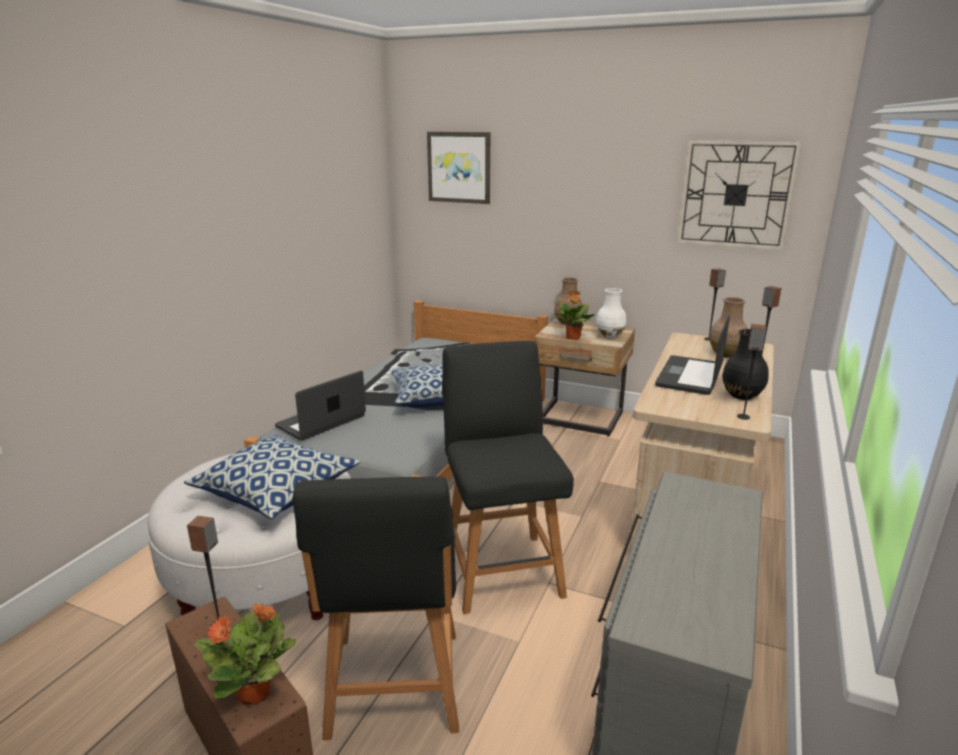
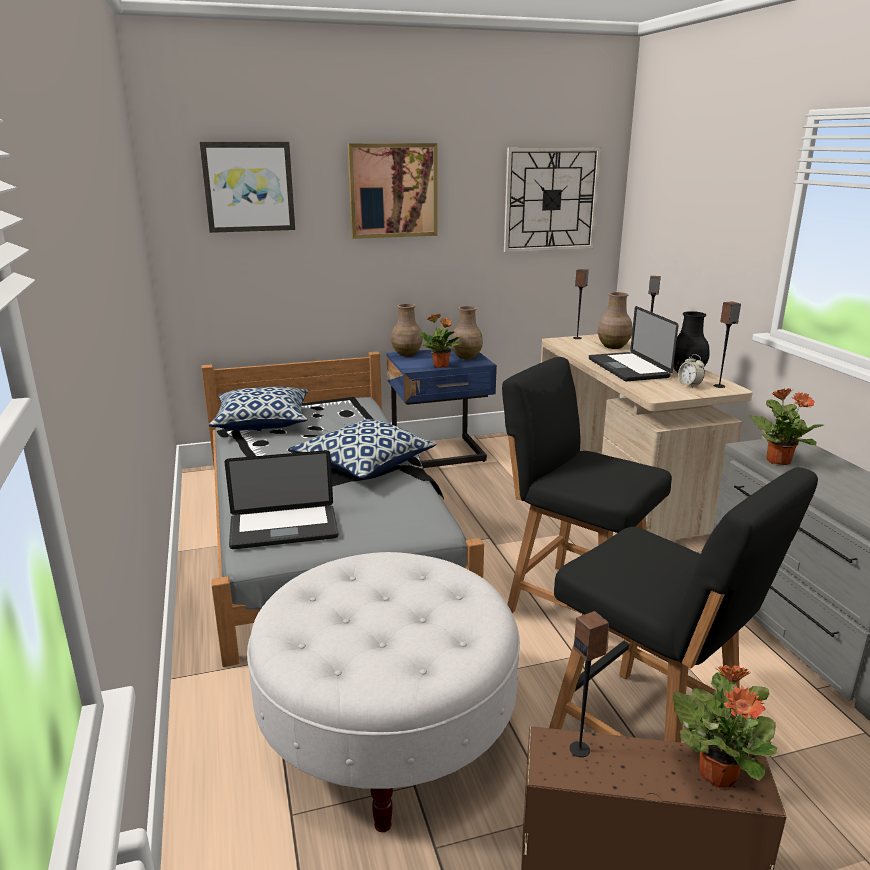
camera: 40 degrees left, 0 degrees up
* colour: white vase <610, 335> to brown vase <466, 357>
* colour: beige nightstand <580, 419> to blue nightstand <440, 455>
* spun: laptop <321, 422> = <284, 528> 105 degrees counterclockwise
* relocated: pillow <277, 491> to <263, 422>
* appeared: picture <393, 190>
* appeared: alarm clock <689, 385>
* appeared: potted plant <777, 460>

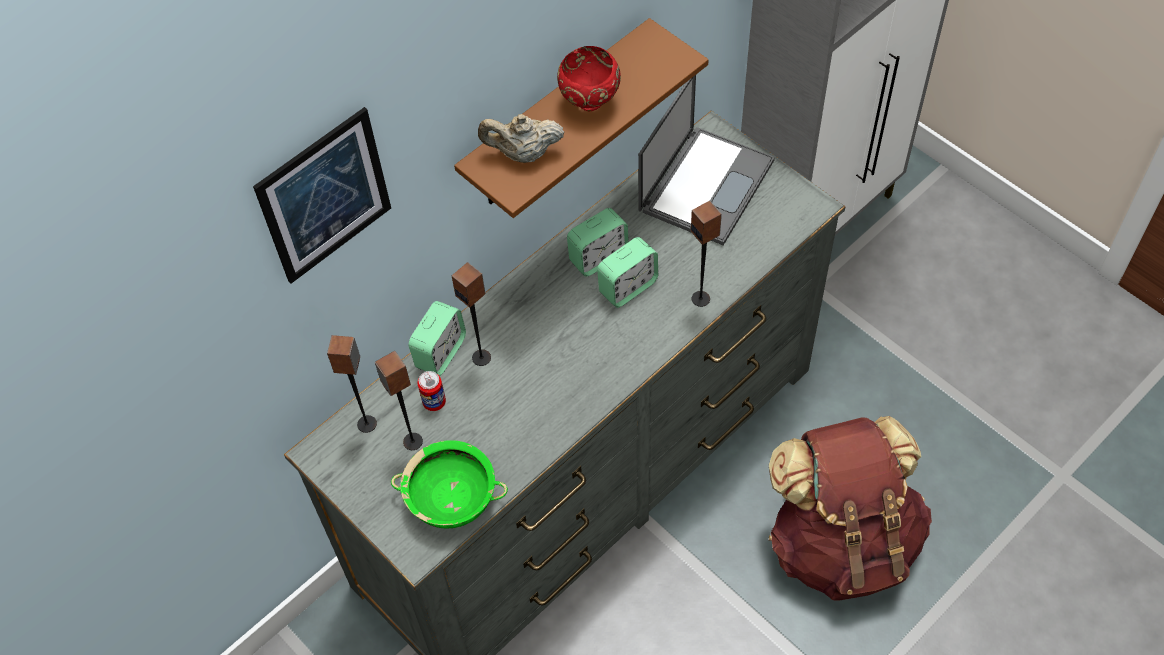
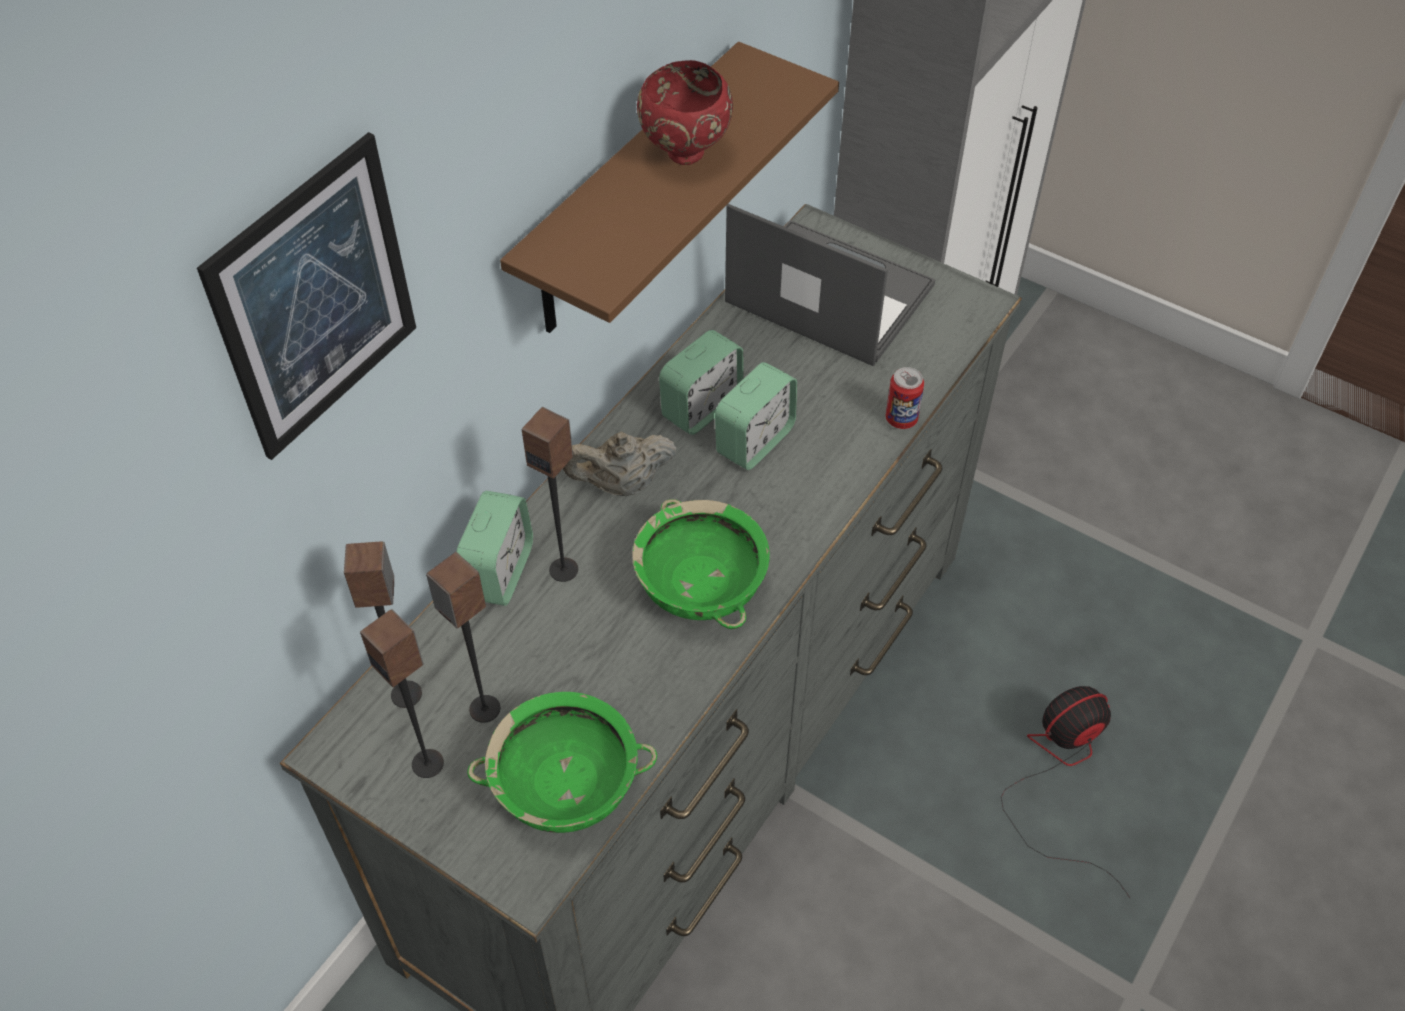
camera: 15 degrees left, 5 degrees down
* spun: laptop <706, 184> = <826, 293> 75 degrees counterclockwise
* relocated: beige teapot <523, 154> to <621, 484>
* relocated: speaker <701, 298> to <428, 763>
* relocated: can <434, 402> to <901, 419>
* exchanged: brown backpack <842, 542> to fan <1061, 773>
* appeared: green bowl <700, 585>

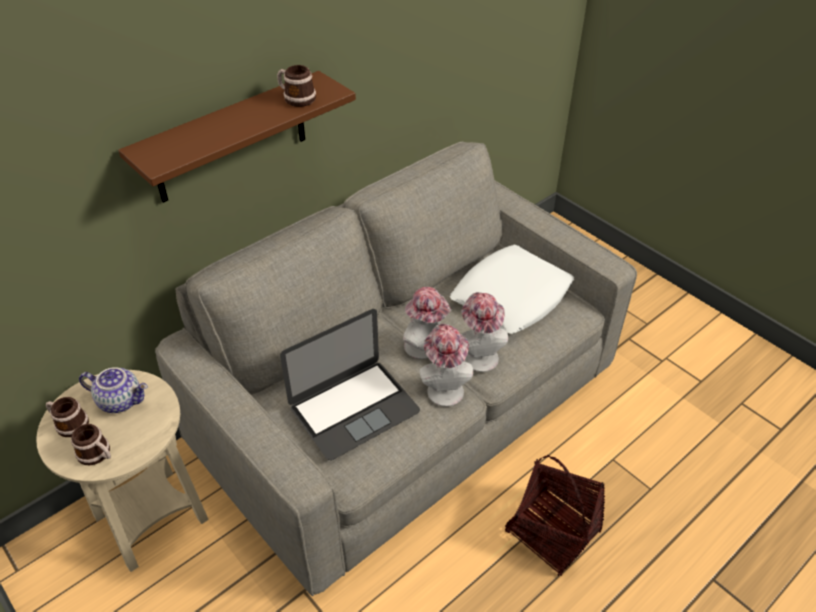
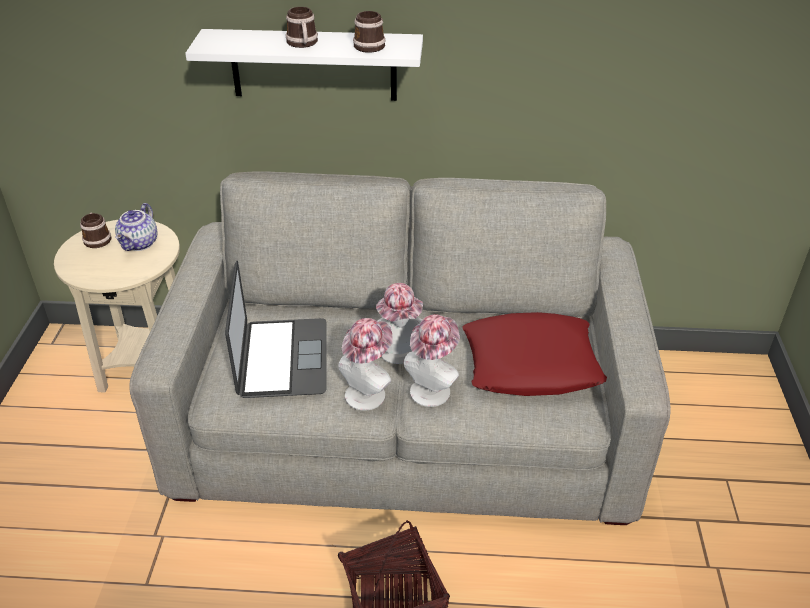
camera: 45 degrees right, 5 degrees down
* colour: brown shelf <231, 138> to white shelf <313, 65>
* colour: white pillow <511, 296> to red pillow <531, 363>
* spun: laptop <354, 408> = <282, 358> 105 degrees counterclockwise
* spun: teapot <121, 400> = <140, 244> 45 degrees clockwise
* relocated: mug <97, 455> to <303, 44>

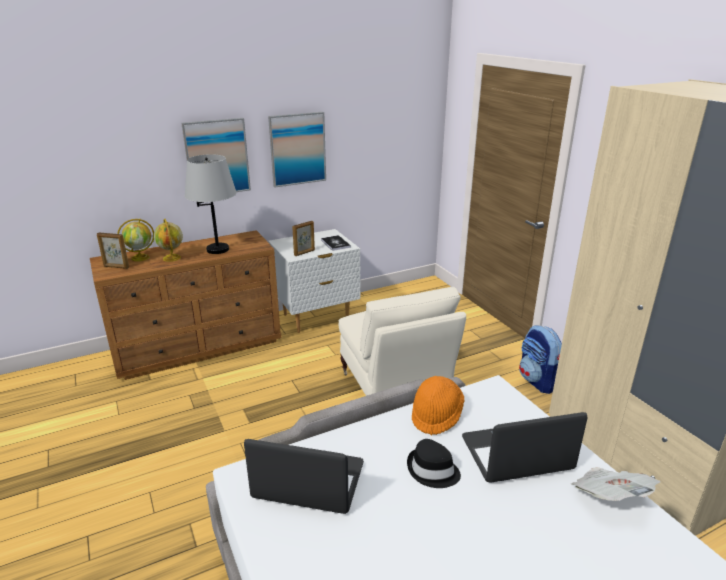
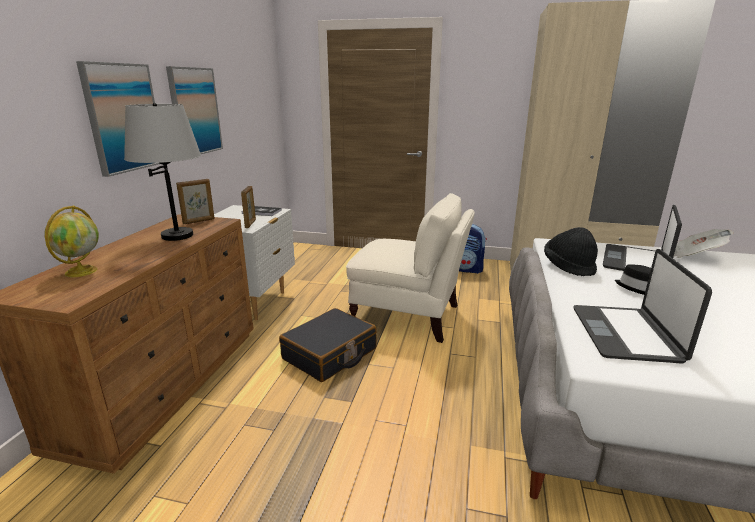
camera: 50 degrees left, 5 degrees down
* missing: globe <172, 258>
* relocated: picture frame <116, 267> to <199, 221>
* colour: orange hat <436, 415> to black hat <568, 266>
* spun: laptop <308, 482> = <626, 334> 45 degrees counterclockwise
* appeared: black suitcase <330, 354>

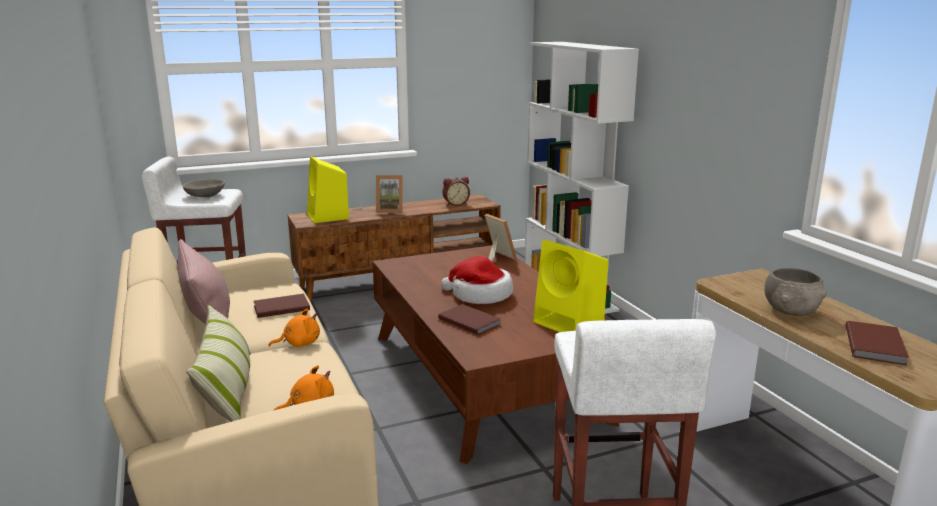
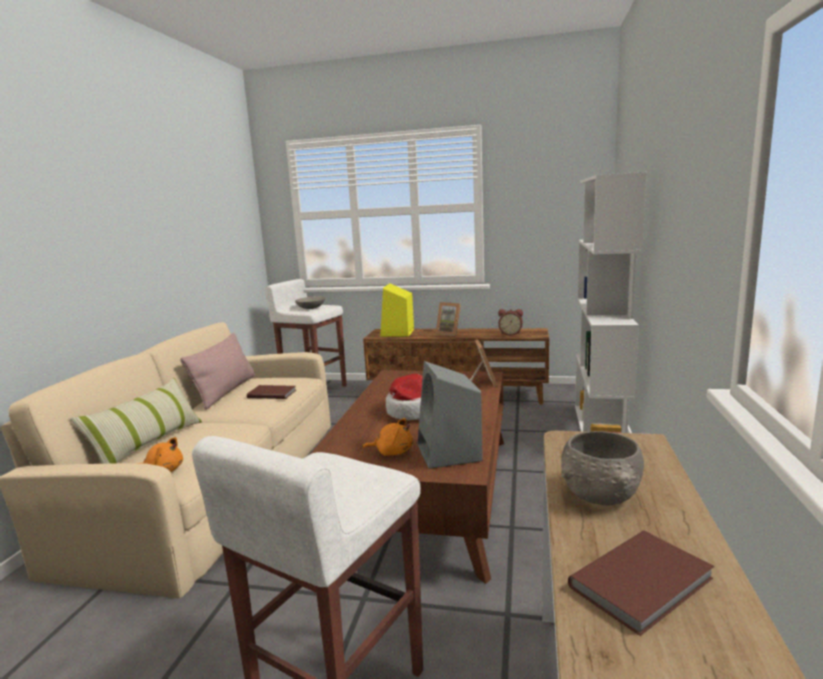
camera: 35 degrees right, 5 degrees down
* colour: yellow speaker <570, 322> to grey speaker <449, 453>
* missing: brown book <470, 321>
* relocated: orange plush toy <299, 343> to <392, 452>

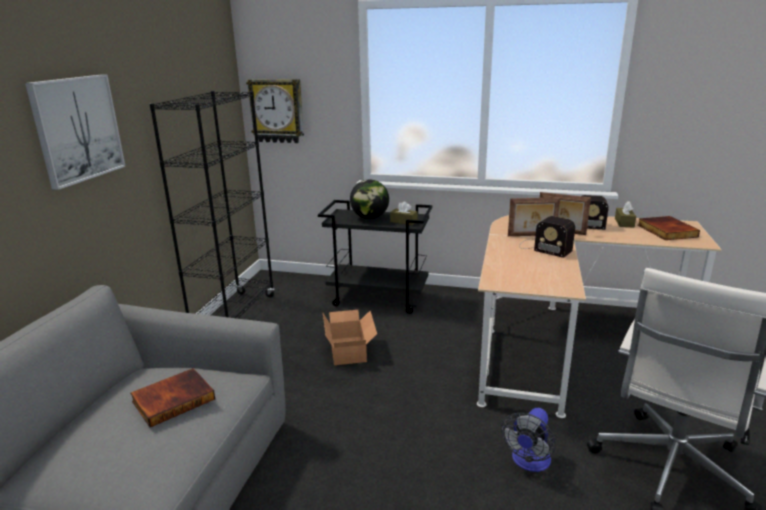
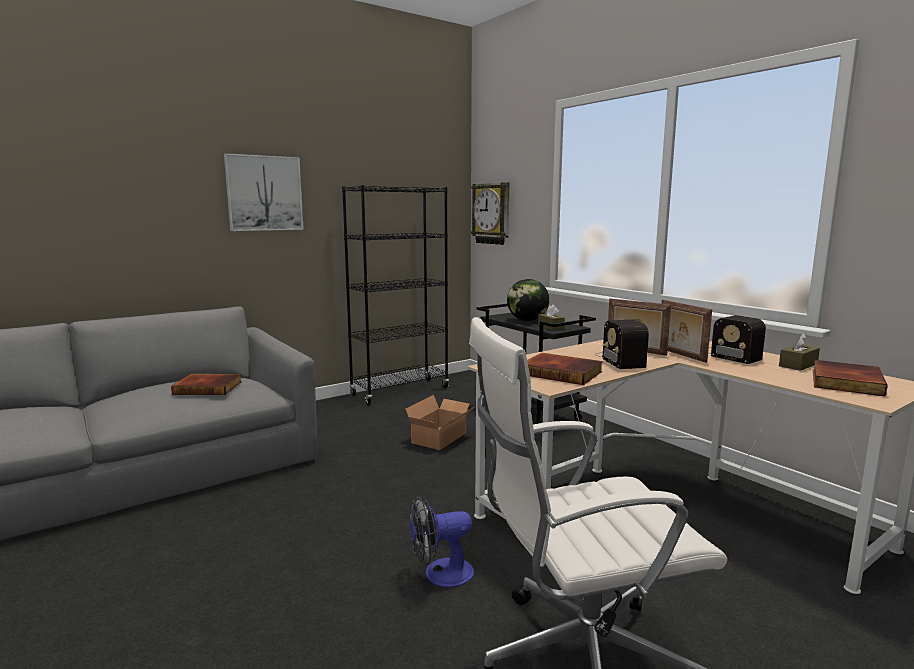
camera: 40 degrees right, 10 degrees down
* appeared: book <562, 372>

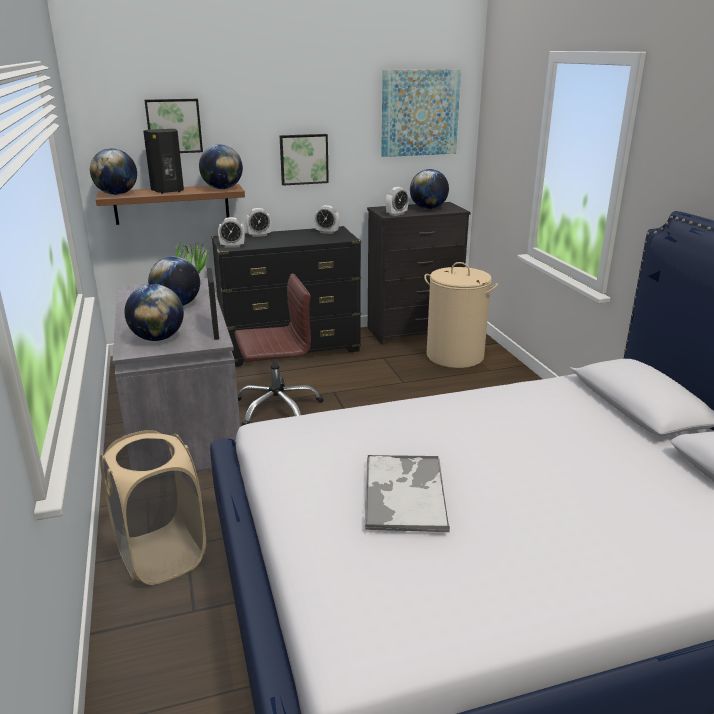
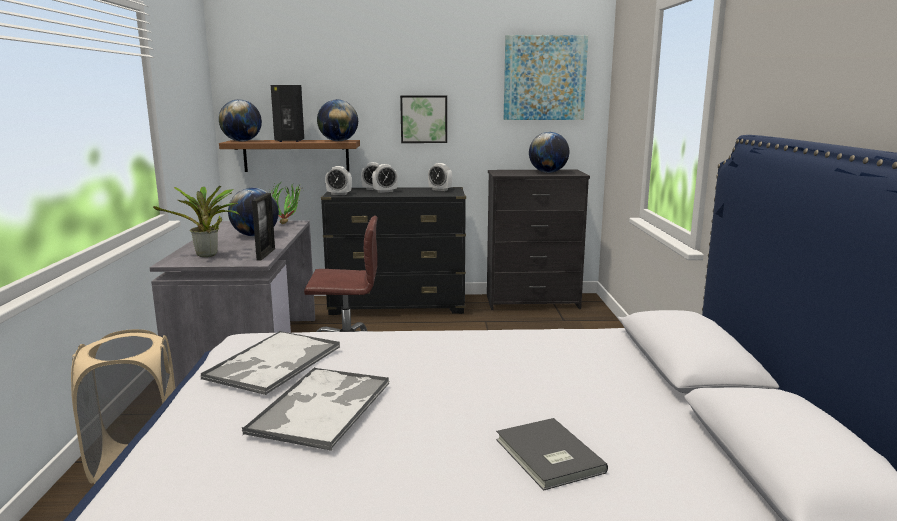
camera: 15 degrees right, 10 degrees down
* missing: picture <174, 126>
* relocated: alarm clock <396, 214> to <385, 191>
* missing: beige laundry basket <455, 356>
* exchanged: globe <158, 338> to potted plant <208, 256>
* appeared: tray <273, 363>
* appeared: grey book <547, 457>

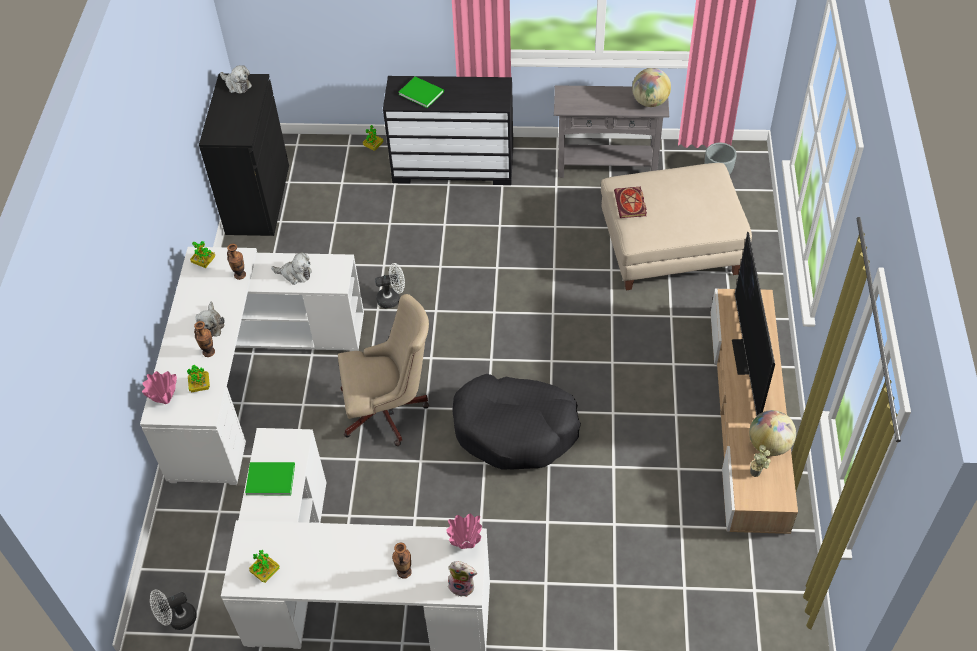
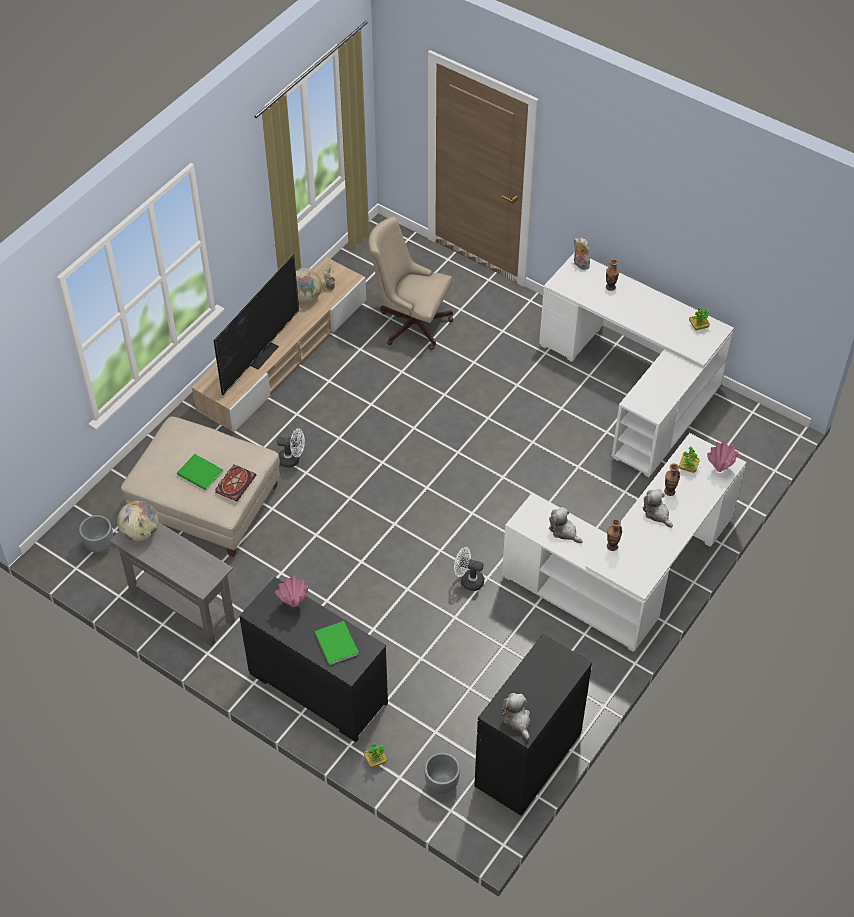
camera: 150 degrees left, 0 degrees up
* missing: potted plant <204, 262>
* relocated: beige office chair <389, 411> to <410, 323>
* spun: plush toy <211, 324> = <657, 513> 60 degrees counterclockwise
* missing: black dog bed <515, 429>
* relocated: green book <269, 478> to <200, 474>
* relocated: pink vase <465, 545> to <294, 604>
* relocated: white fan <177, 619> to <292, 459>
* appeared: grey planter <442, 784>

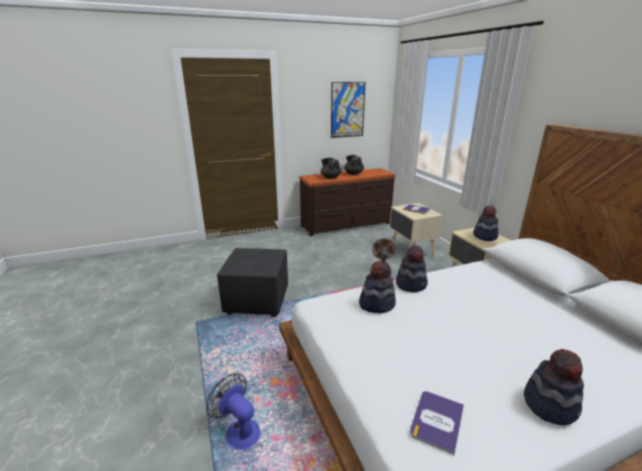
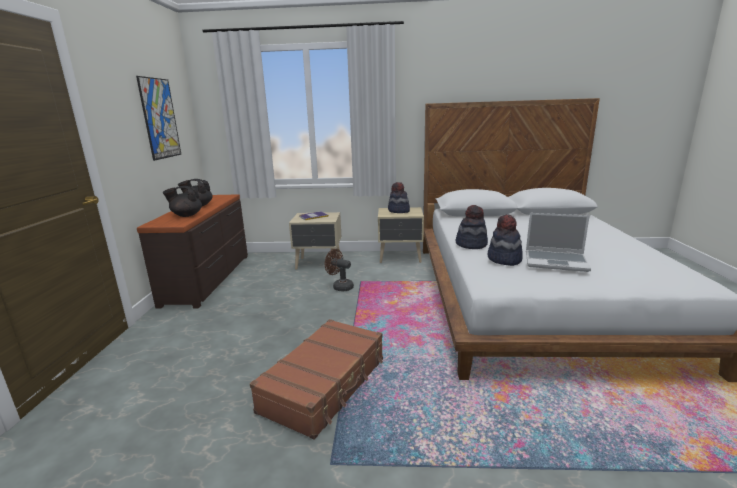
camera: 65 degrees left, 5 degrees down
* exchanged: black ottoman <258, 301> to brown suitcase <325, 384>
* missing: hat <550, 404>
* missing: fan <238, 430>
* missing: book <437, 421>
* appeared: laptop <556, 261>

